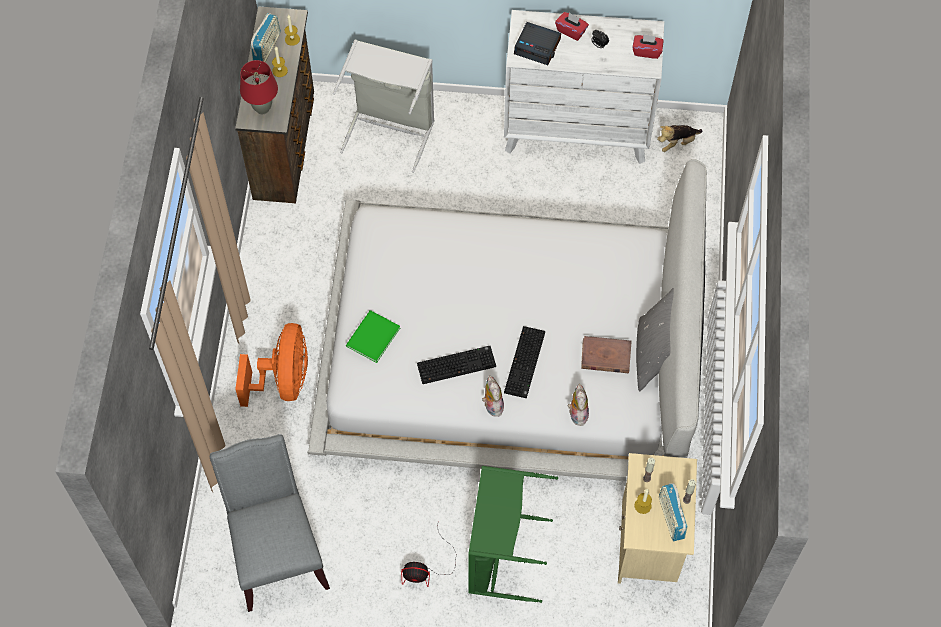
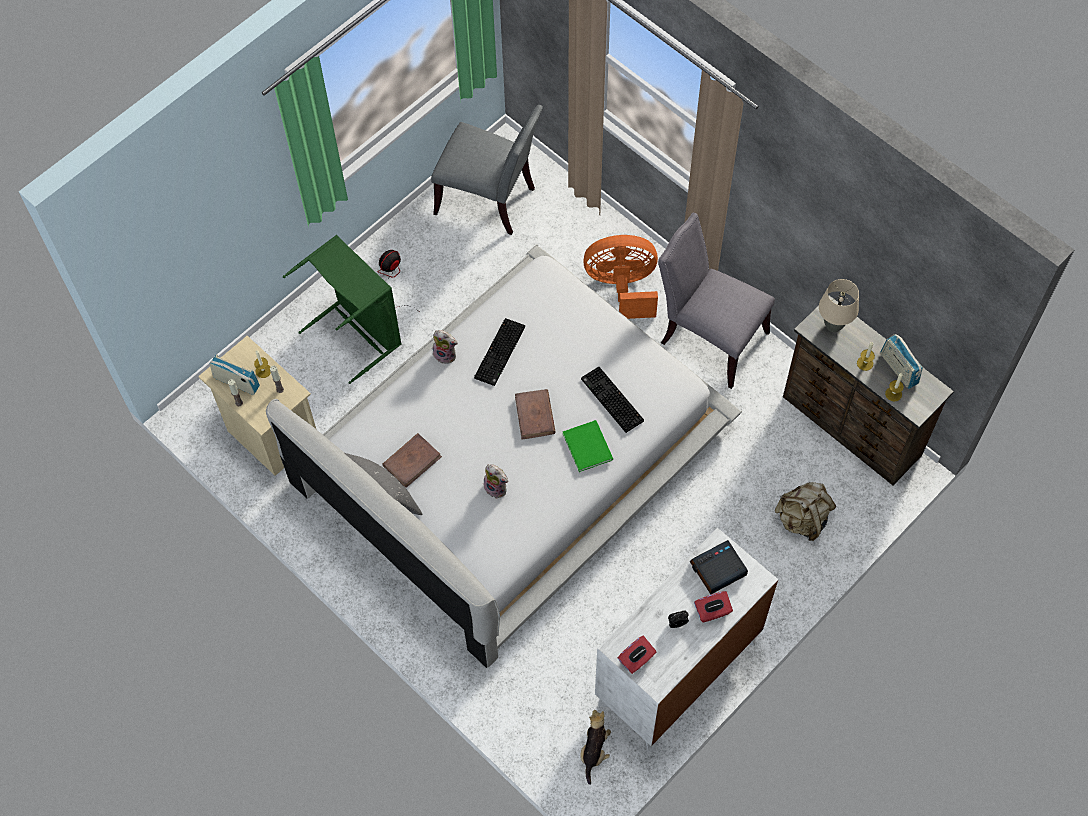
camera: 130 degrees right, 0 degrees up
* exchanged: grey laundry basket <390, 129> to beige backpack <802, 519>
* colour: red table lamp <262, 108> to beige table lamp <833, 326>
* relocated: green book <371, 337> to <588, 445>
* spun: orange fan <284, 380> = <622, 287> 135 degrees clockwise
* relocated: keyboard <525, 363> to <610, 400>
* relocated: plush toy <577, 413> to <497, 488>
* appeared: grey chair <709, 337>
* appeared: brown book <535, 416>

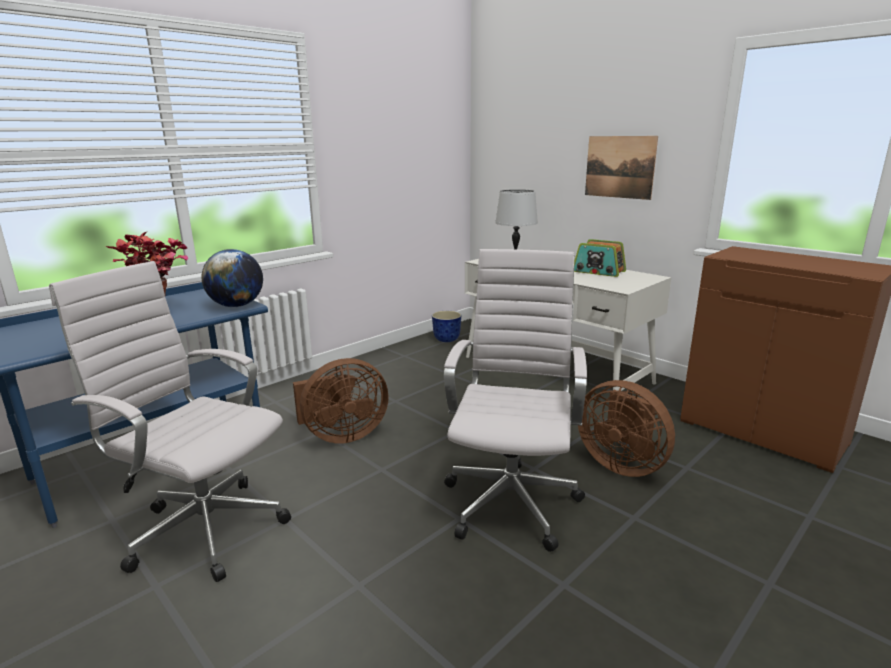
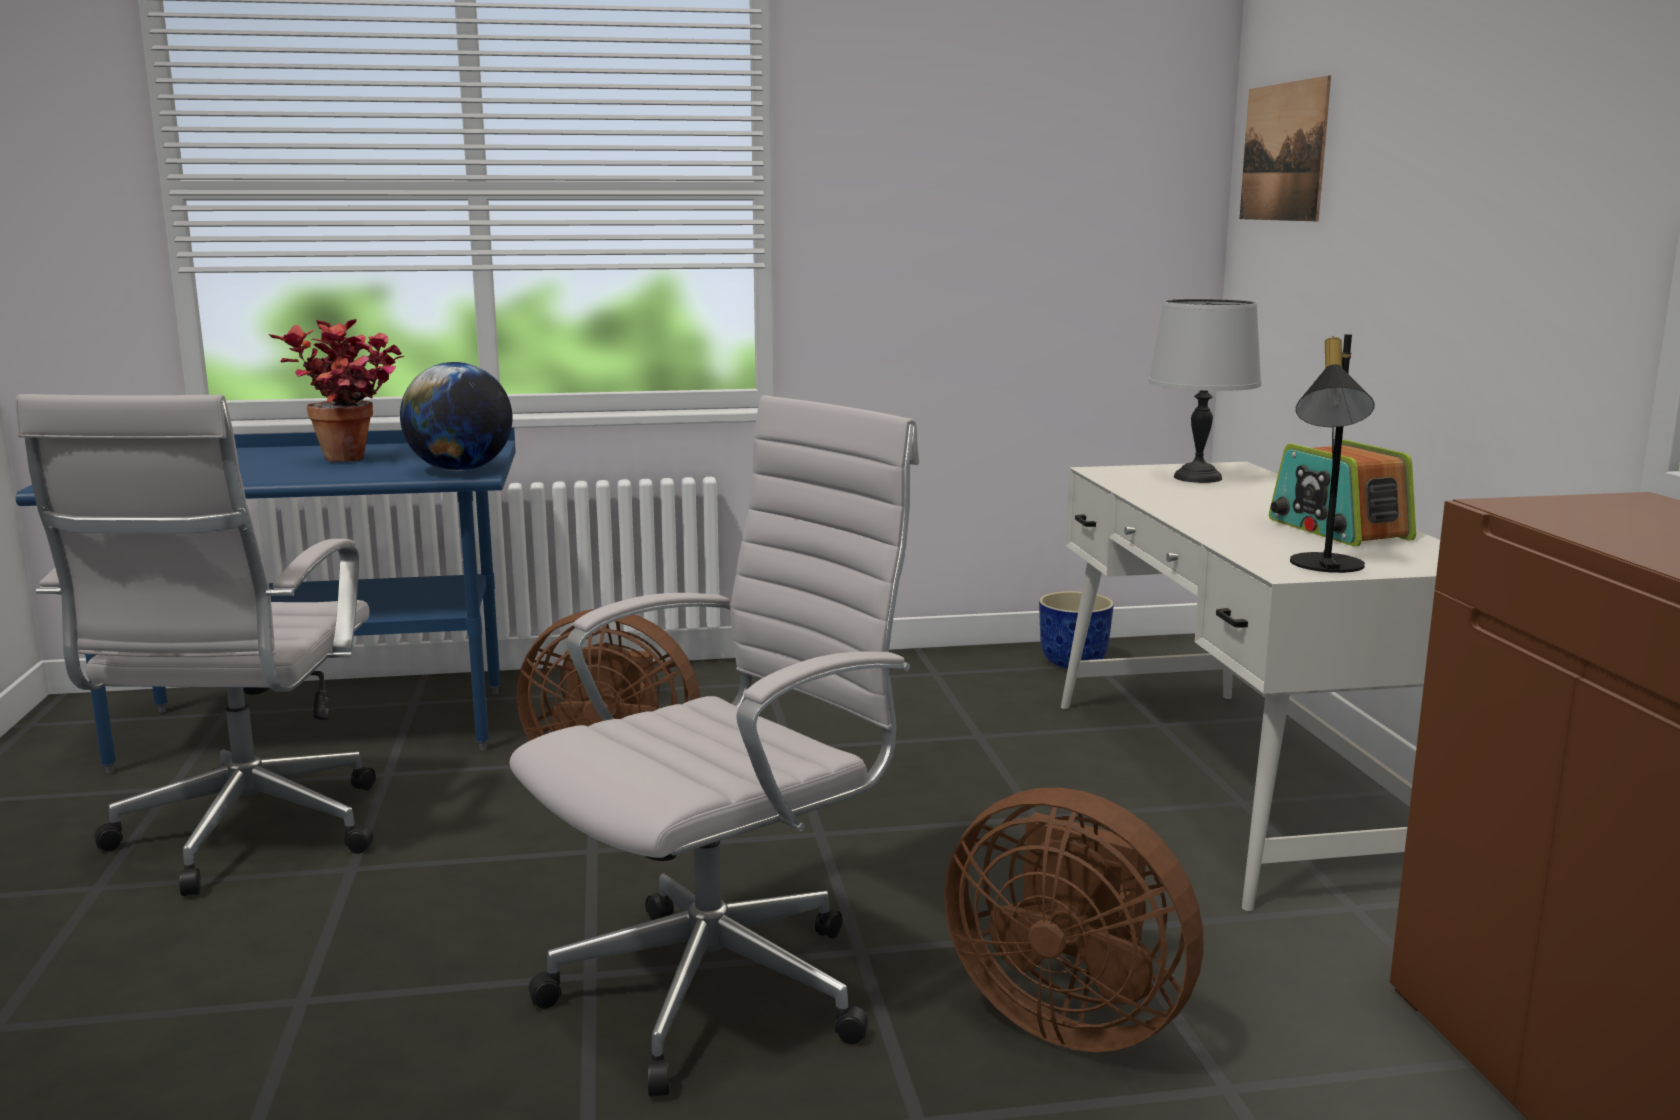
camera: 35 degrees right, 5 degrees down
* relocated: picture <619, 167> to <1283, 152>
* spun: white office chair <203, 528> = <244, 838> 150 degrees counterclockwise
* spun: brown fan <621, 464> = <1069, 1017> 45 degrees counterclockwise
* appeared: black table lamp <1323, 566>

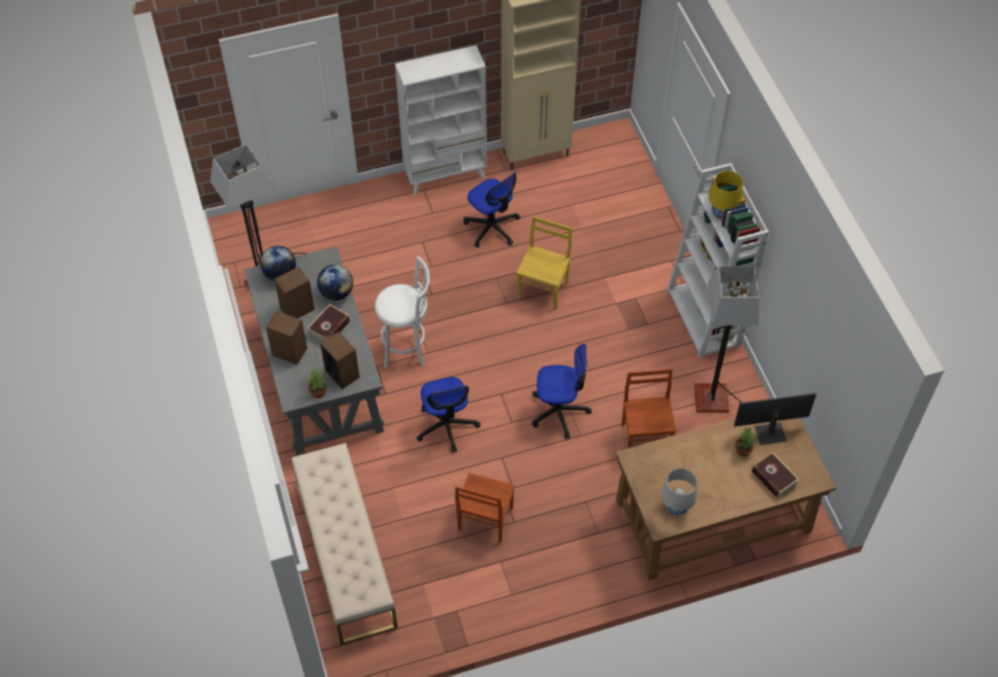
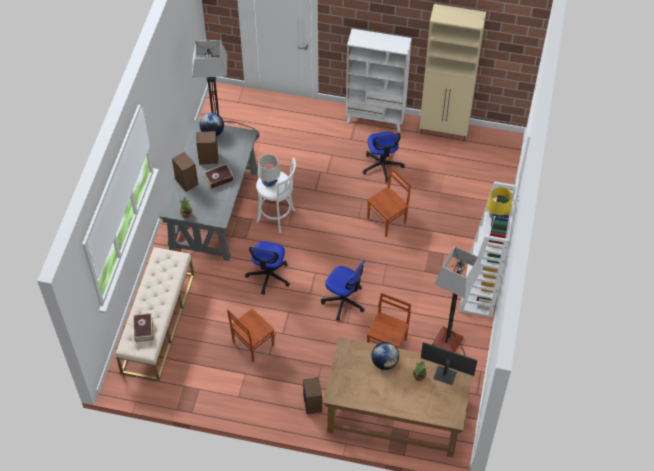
camera: 30 degrees right, 0 degrees up
* colour: yellow chair <543, 290> to brown chair <387, 220>
* relocated: globe <336, 293> to <384, 362>
* relocated: speaker <342, 374> to <313, 404>
* relocated: book <773, 478> to <143, 329>
* relocated: white table lamp <676, 506> to <269, 182>

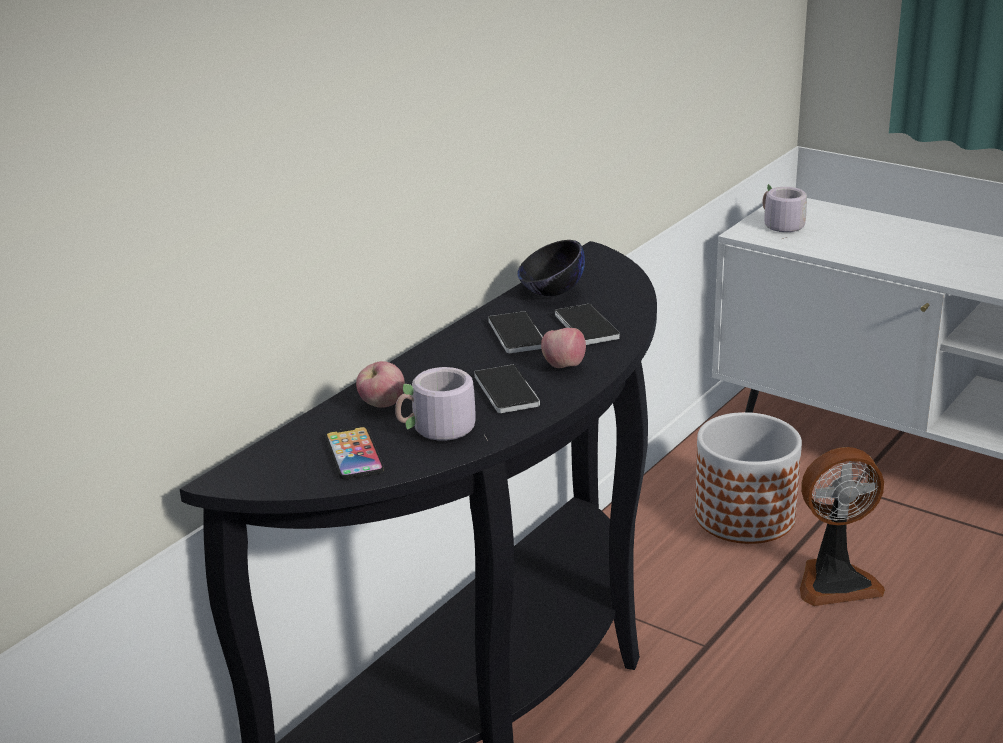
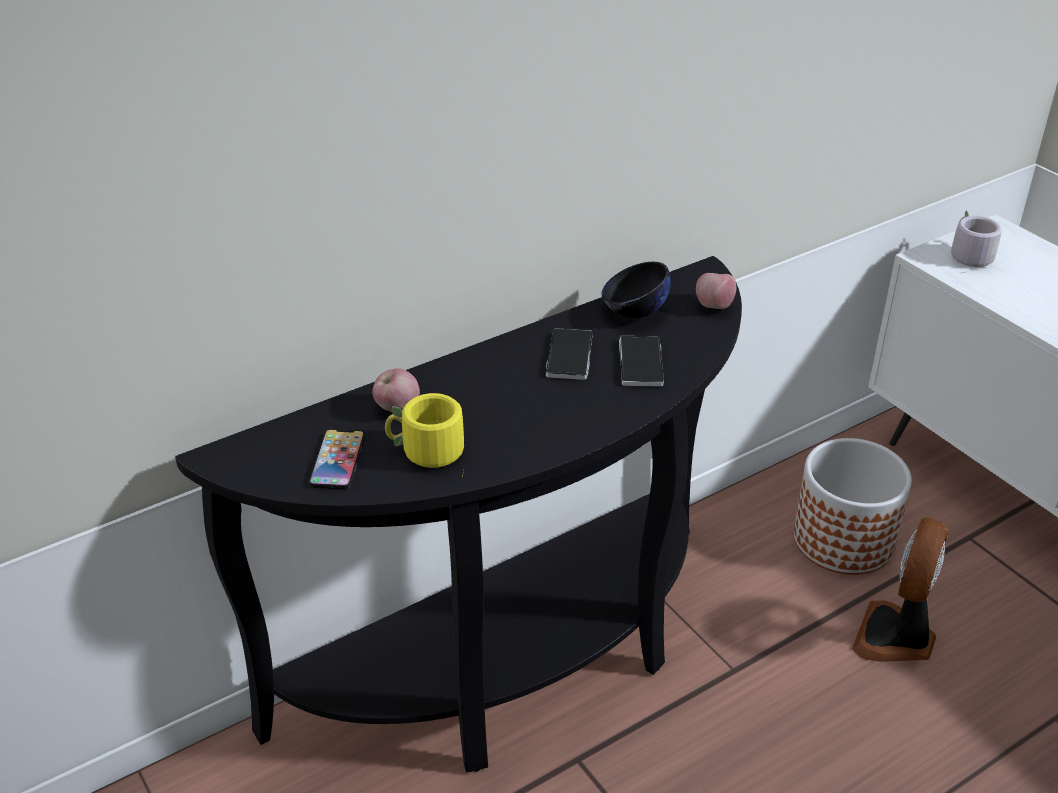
camera: 20 degrees right, 10 degrees up
* relocated: apple <563, 366> to <714, 306>
* missing: phone <506, 391>
* colour: grey mug <438, 431> to yellow mug <426, 454>
* spun: fan <835, 581> = <896, 637> 105 degrees clockwise

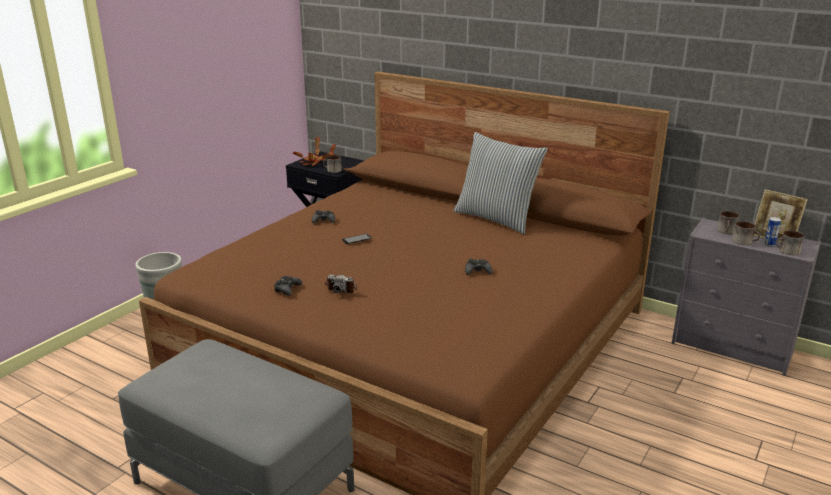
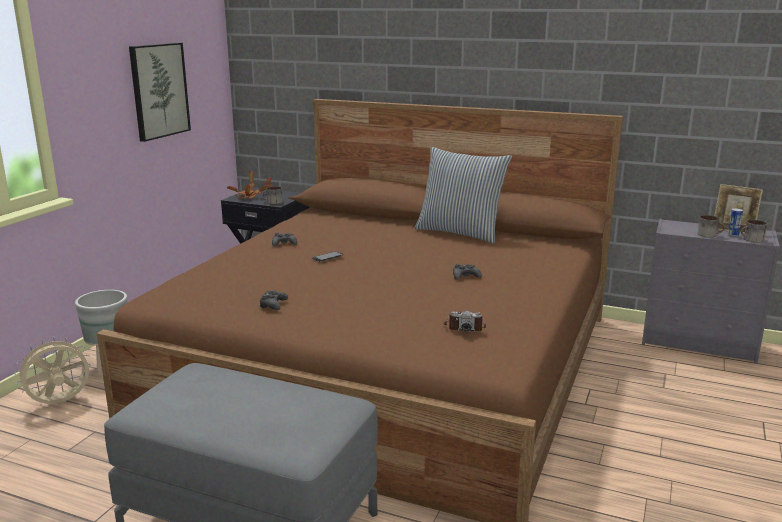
camera: 10 degrees left, 5 degrees down
* missing: mug <727, 231>
* relocated: photo camera <342, 288> to <464, 327>
* appeared: picture <159, 90>
* appeared: beige fan <60, 403>

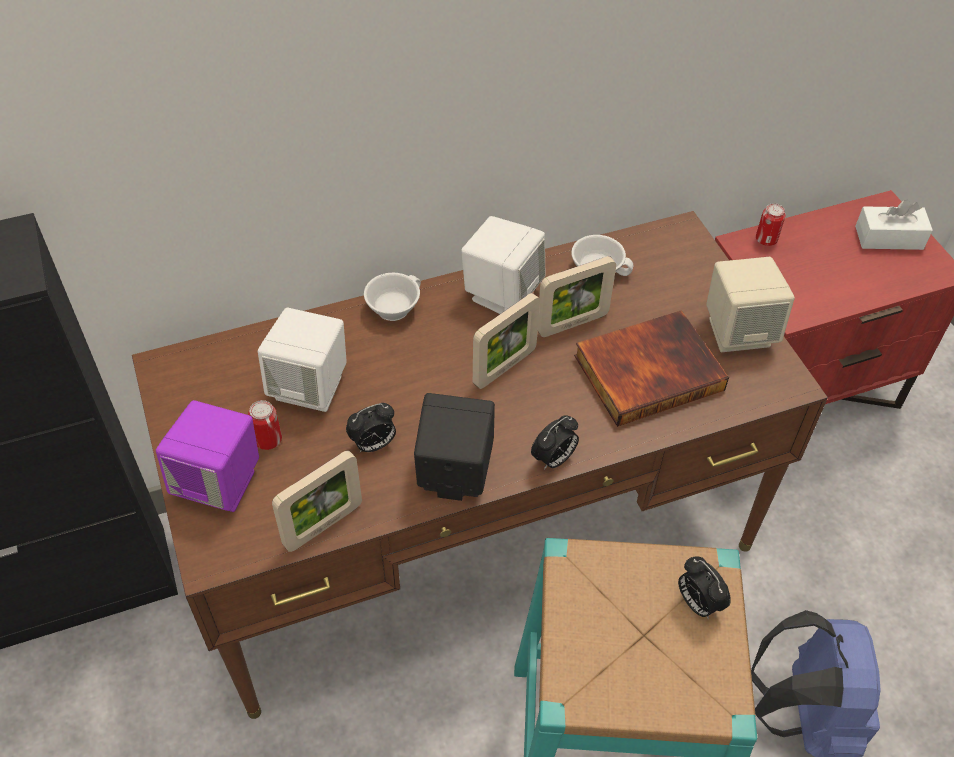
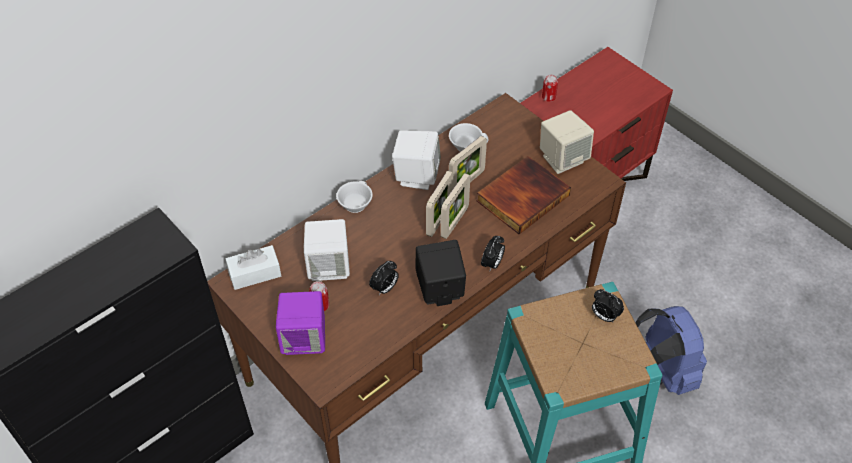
camera: 20 degrees left, 0 degrees up
* relocated: white tissue box <889, 238> to <255, 273>
* relocated: picture frame <323, 525> to <454, 222>

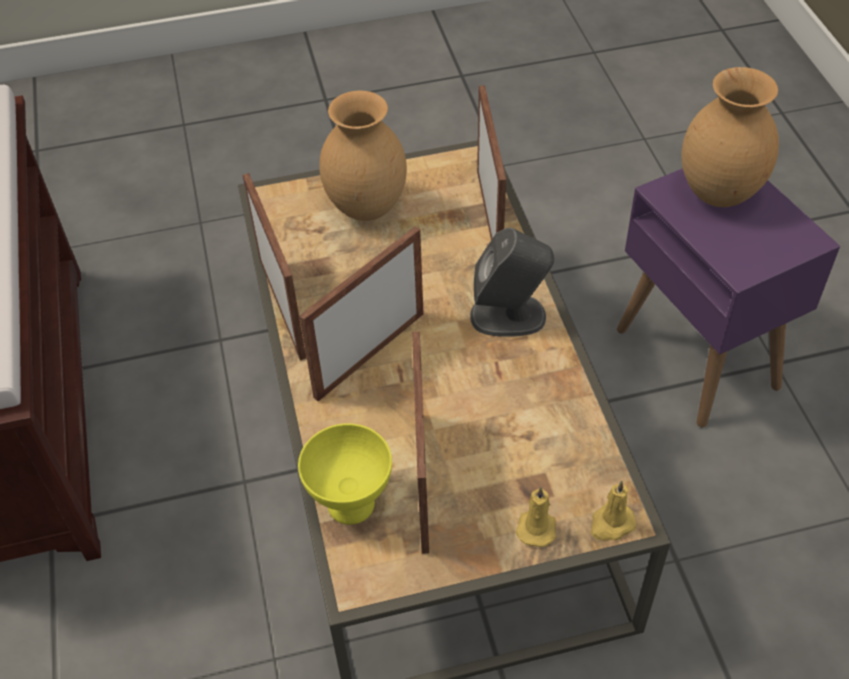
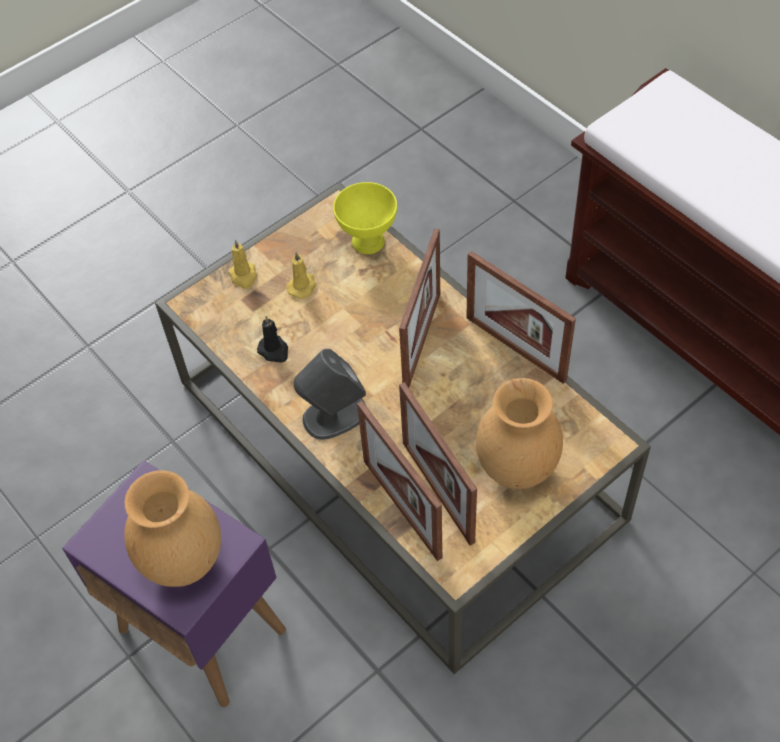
camera: 155 degrees right, 5 degrees up
* relocated: picture frame <422, 480> to <437, 491>
* relocated: yellow candle <611, 524> to <302, 286>
* appeared: black candle <274, 351>

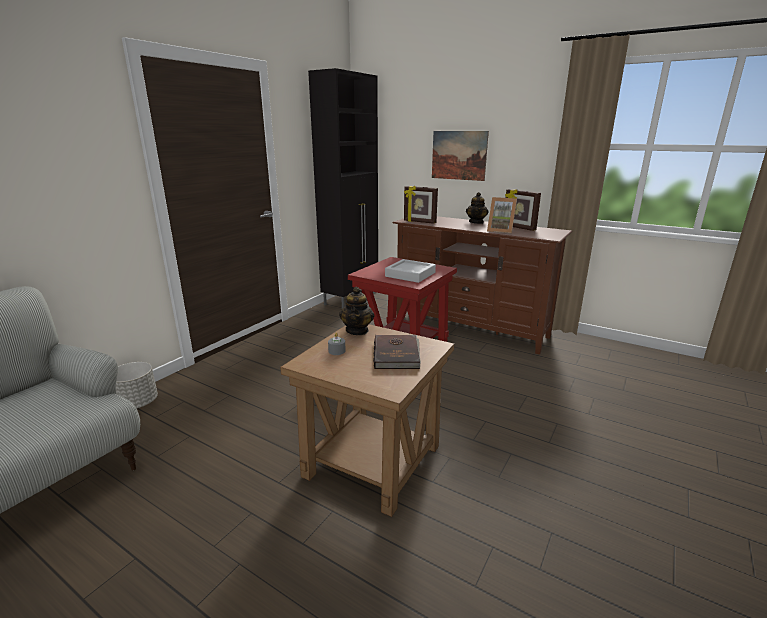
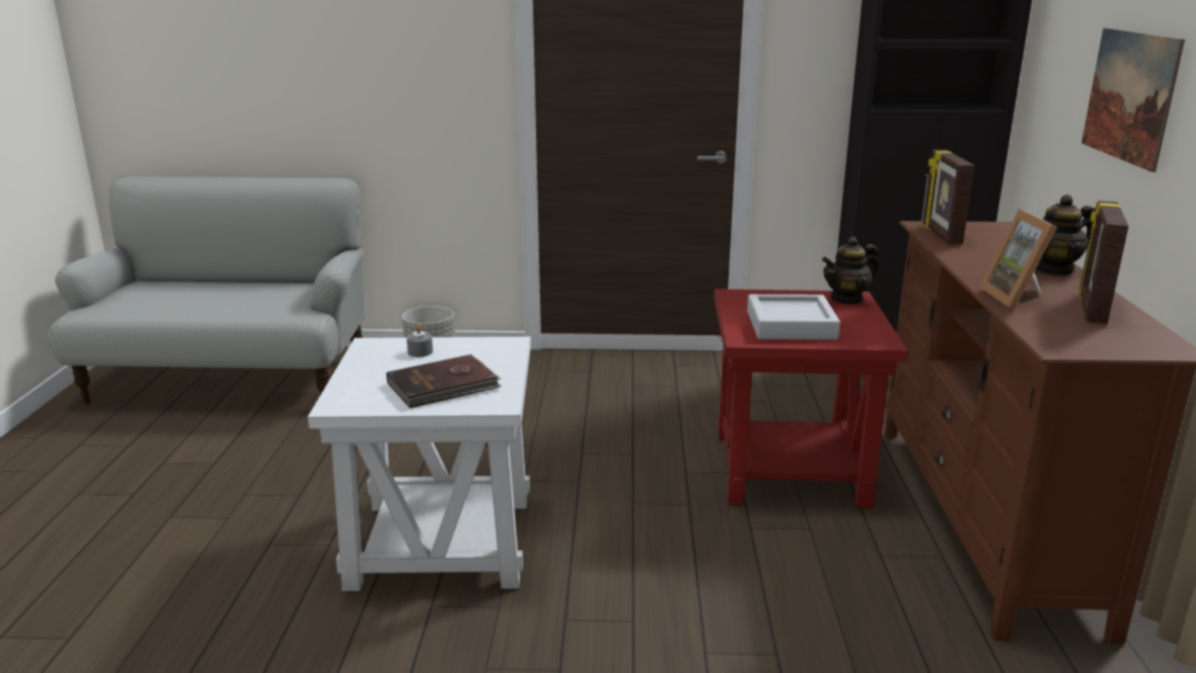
camera: 60 degrees right, 0 degrees up
* relocated: teapot <357, 330> to <847, 299>
* colour: brown side table <372, 460> to white side table <443, 541>

